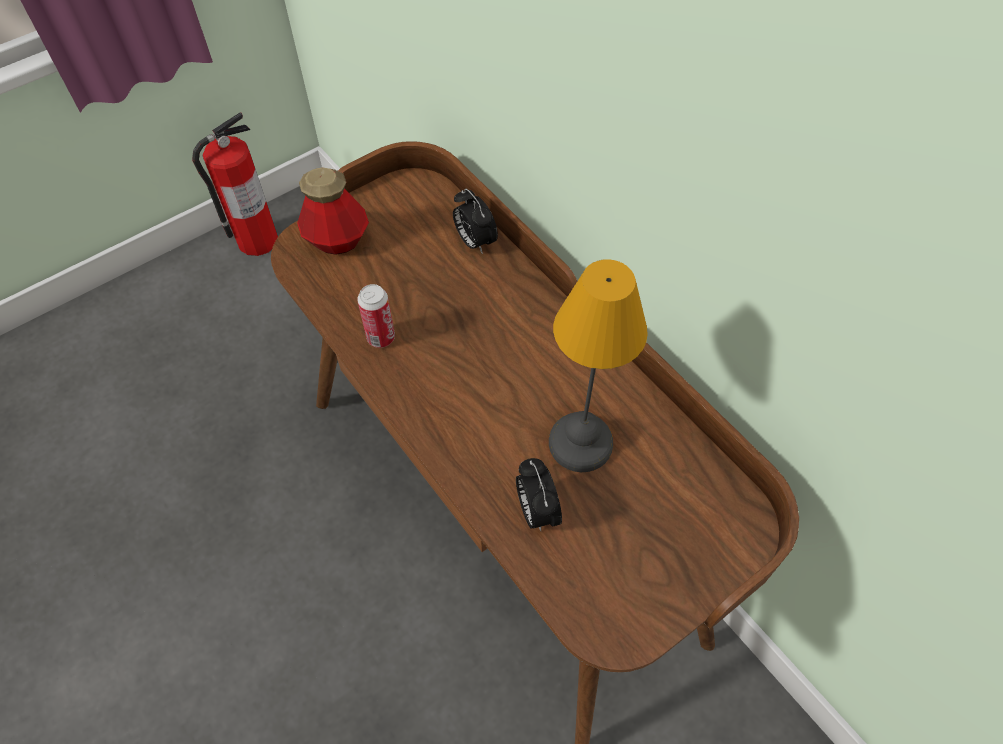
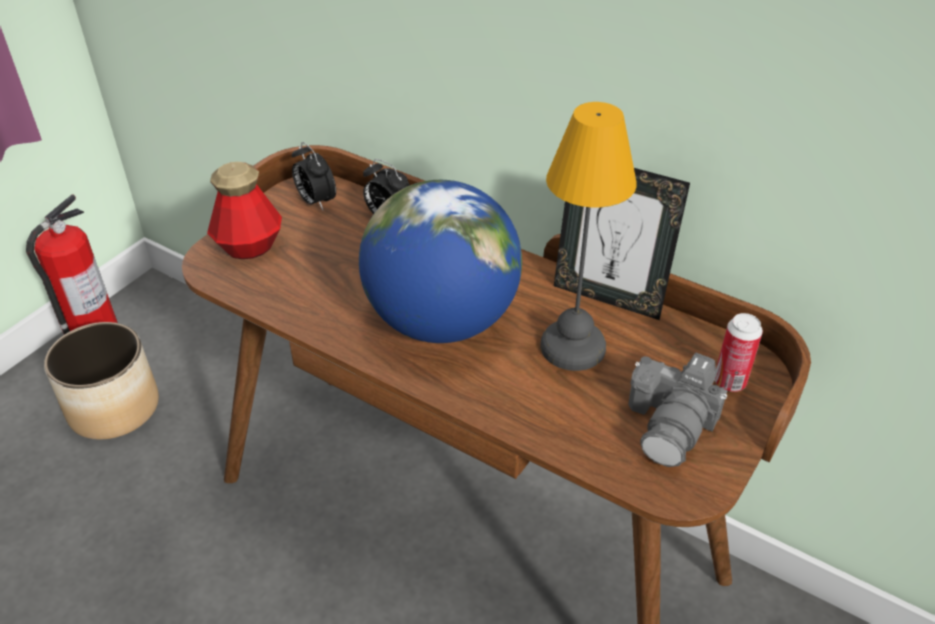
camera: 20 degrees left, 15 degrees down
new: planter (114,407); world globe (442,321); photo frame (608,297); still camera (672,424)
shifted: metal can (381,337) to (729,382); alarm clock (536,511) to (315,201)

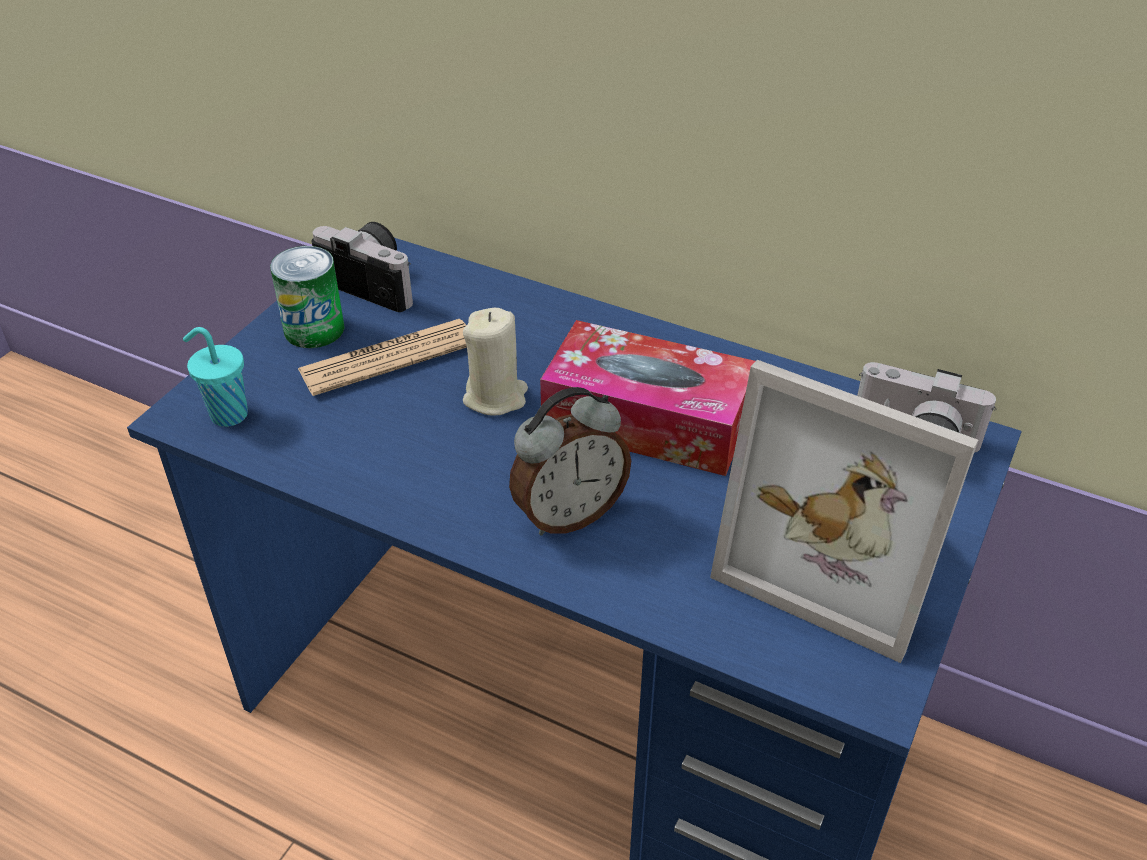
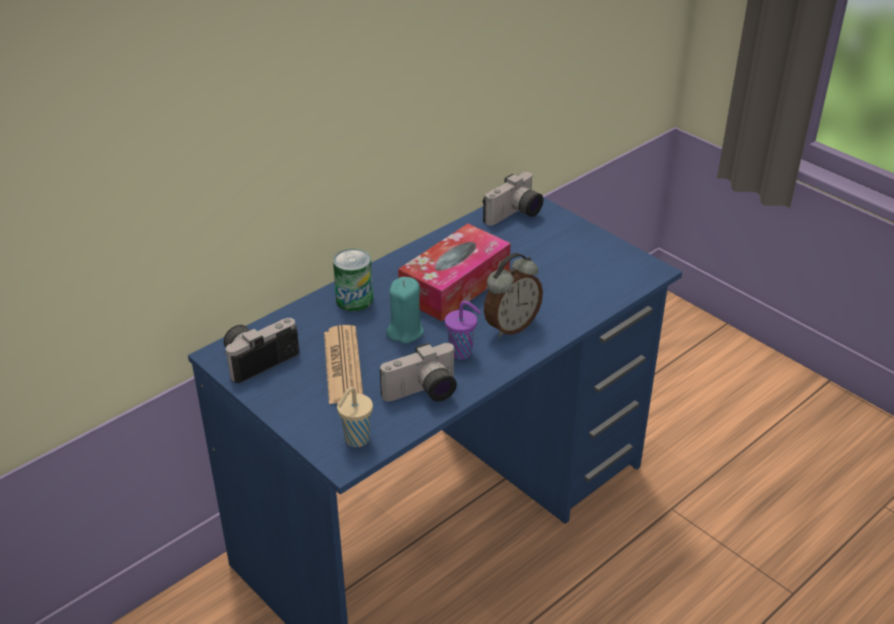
camera: 70 degrees left, 5 degrees down
gone: photo frame (840,555)
new: still camera (423,393); purplish small cup (462,353)
shifted: metal can (314,329) to (354,300)
repainted: turquoise-coloured small cup (227,414) to beige-coloured small cup (355,440); beige-coloured wax candle (495,397) to turquoise-coloured wax candle (405,331)
rotated: alarm clock (568,514) = (510,326) 60 degrees clockwise

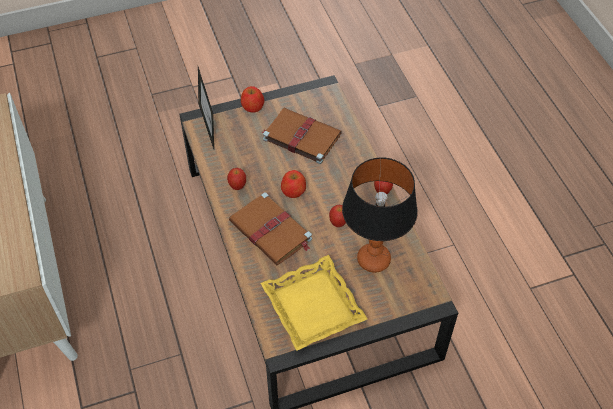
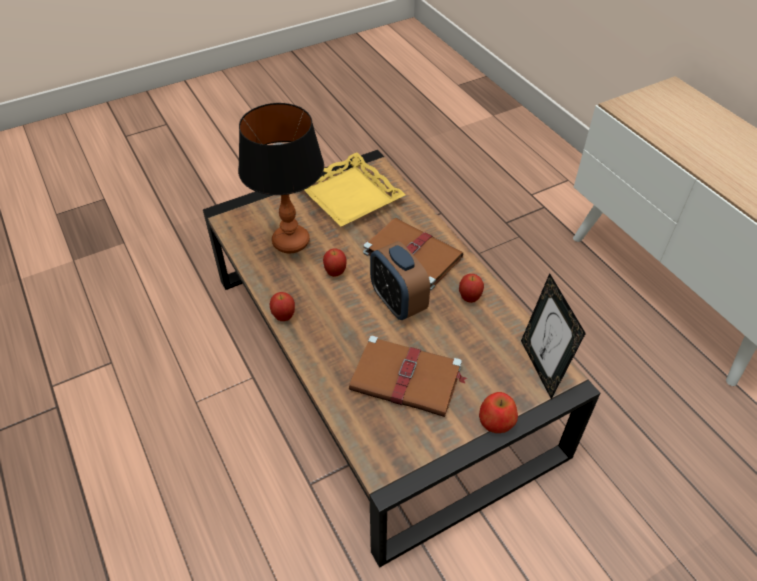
camera: 170 degrees right, 5 degrees down
swapped: apple fruit (293,190) to alarm clock (398,302)

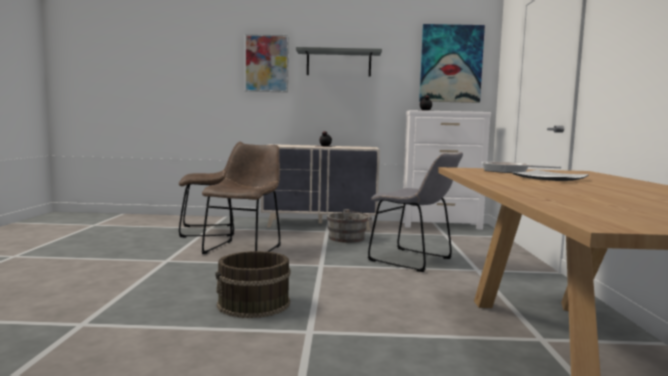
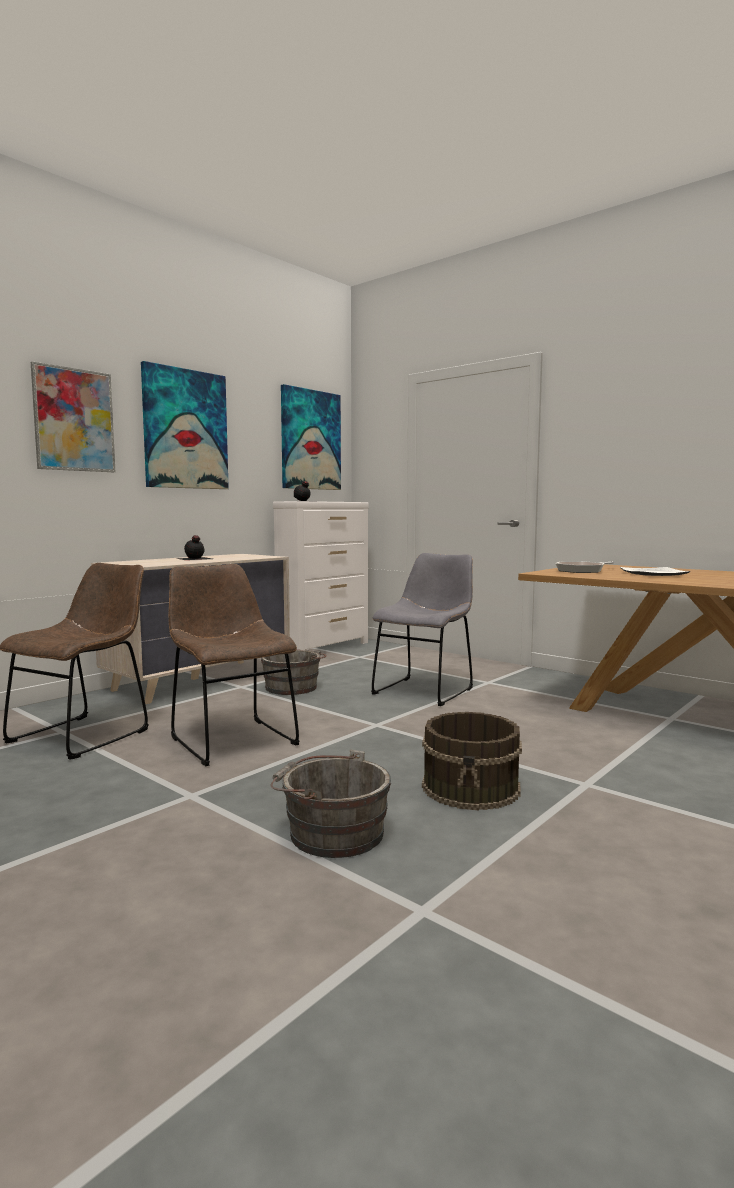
camera: 50 degrees left, 0 degrees up
new: gray pail (331,832)
swapped: gray wall shelf (338,63) to wall art (185,429)
rotated: gray plain chair (414,260) = (425,690) 45 degrees counterclockwise

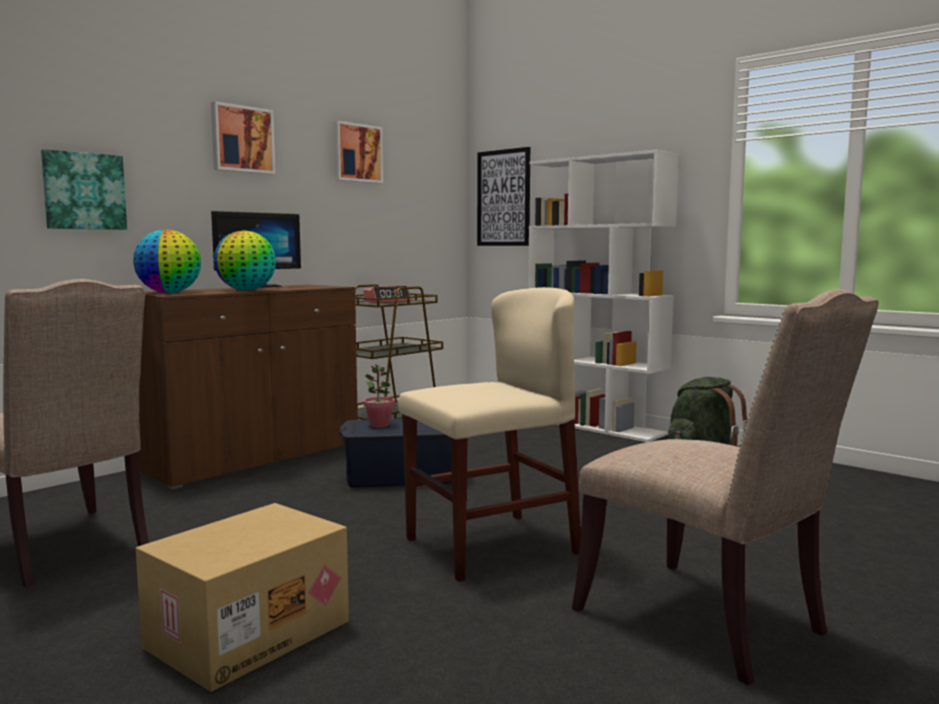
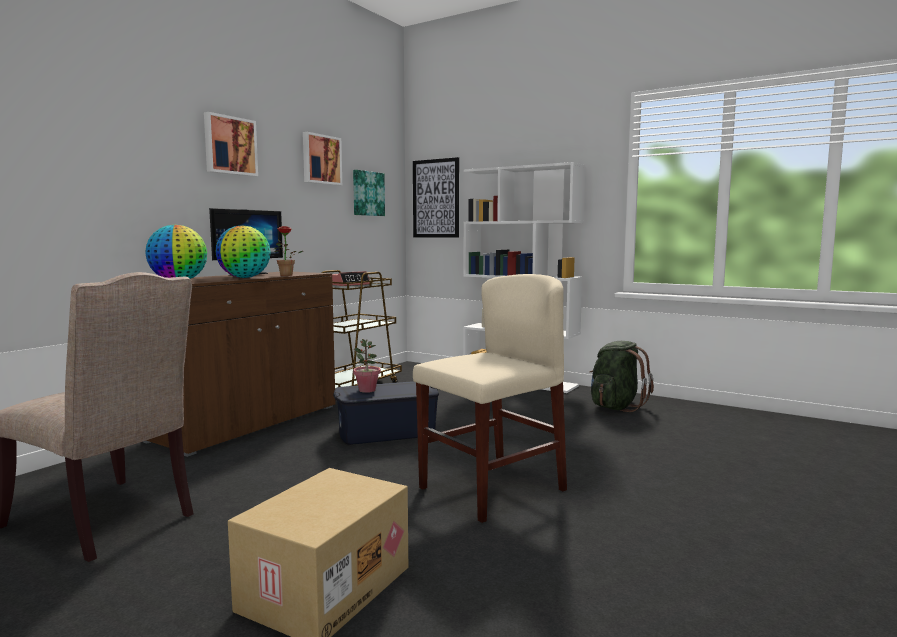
camera: 10 degrees left, 0 degrees up
gone: beige-coloured plain chair (709,623)
new: houseplant (286,275)
shifted: wall art (84,191) to (367,193)

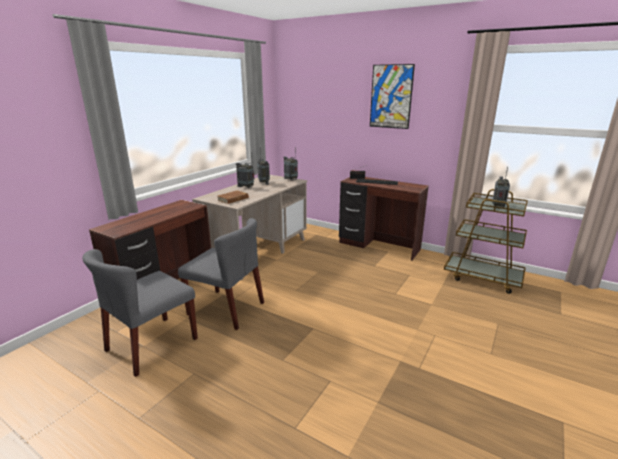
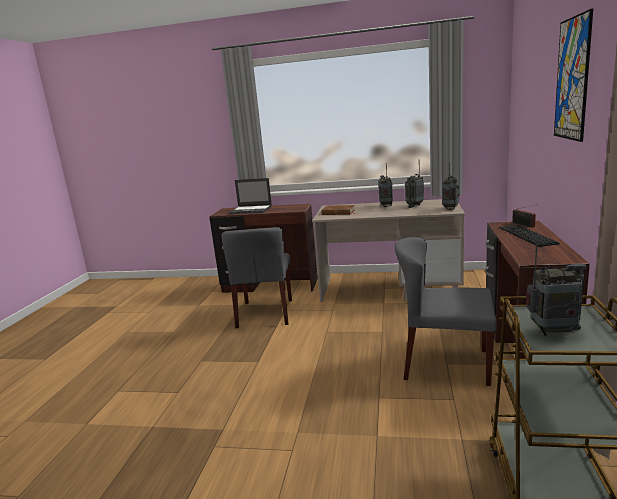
camera: 70 degrees right, 5 degrees down
new: portable computer (251,210)
shifted: gray plain chair (151,345) to (445,364)

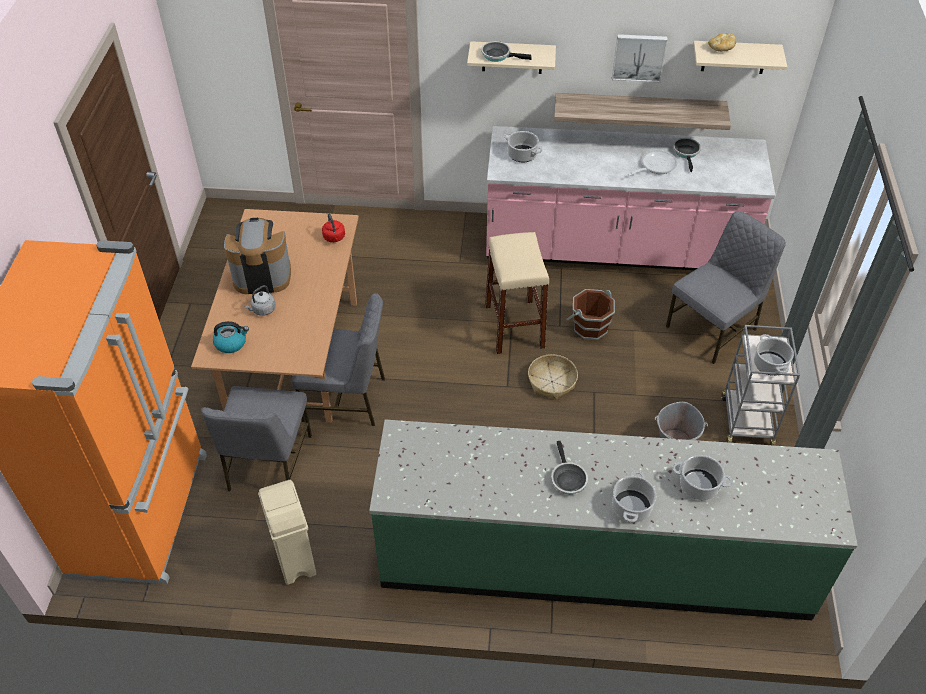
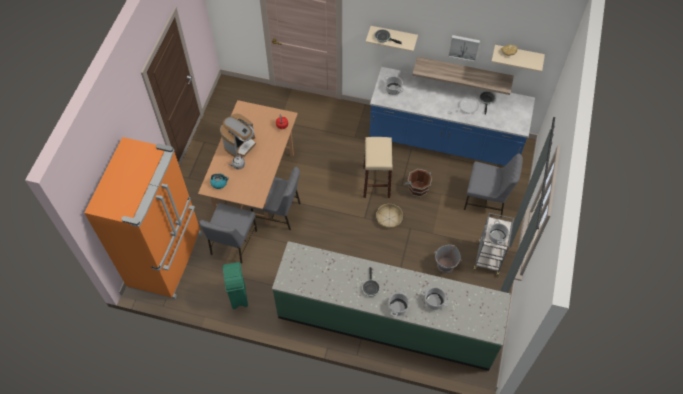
camera: 10 degrees right, 10 degrees up
repainted: beige-coloured rubbish bin (295,560) to green-coloured rubbish bin (238,297); pinkish kitchen counter (615,249) to blue-coloured kitchen counter (444,140)
rotated: coffee maker (262,276) = (240,144) 120 degrees clockwise; gray plain chair (713,328) = (486,199) 45 degrees clockwise

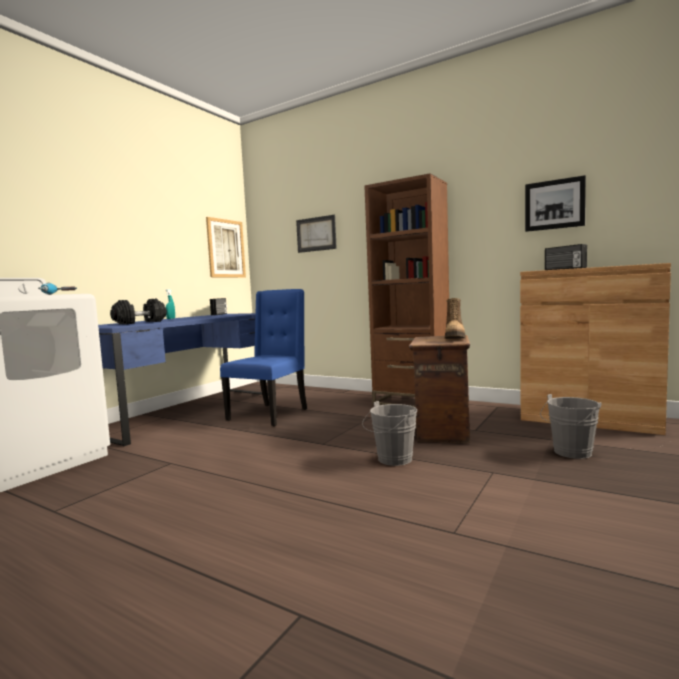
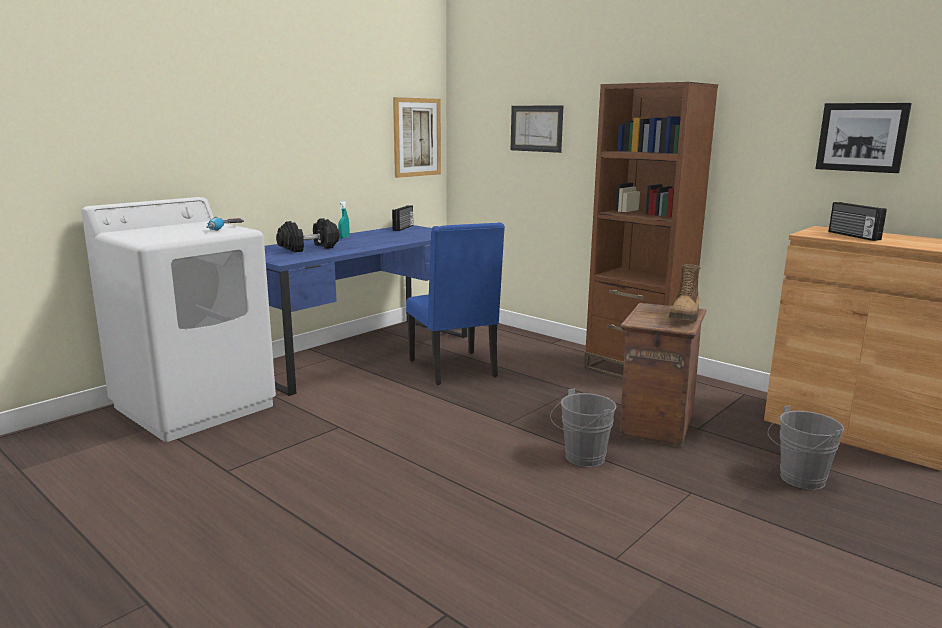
camera: 10 degrees right, 10 degrees up
rotated: blue-coloured plain chair (270,414) = (455,369) 120 degrees clockwise

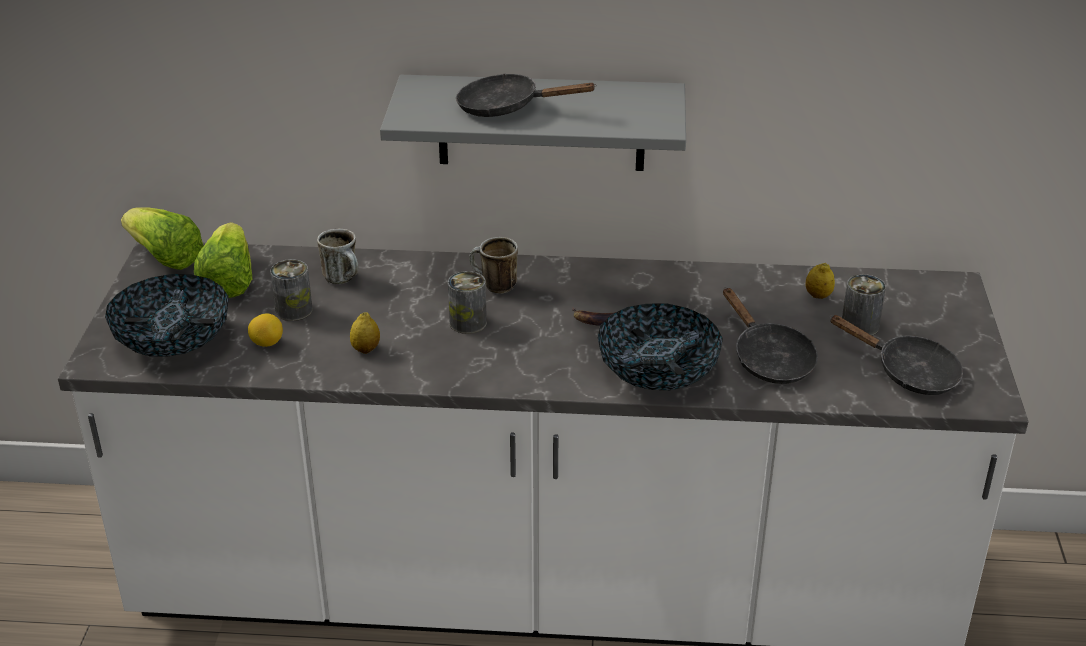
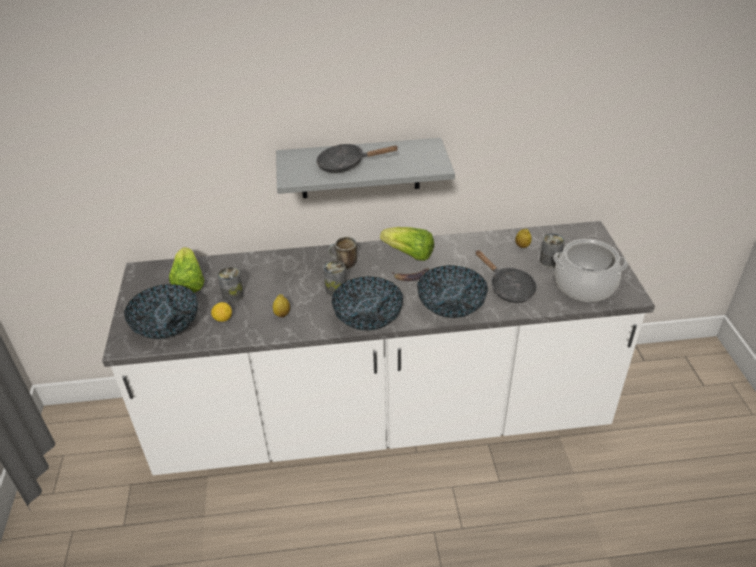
camera: 10 degrees left, 5 degrees up
gone: coffee mug (344,279)
new: serving bowl (368,317)
shifted: head of lettuce (165,258) to (409,254)
swapped: black-coloured pan (908,373) to saucepot (584,286)

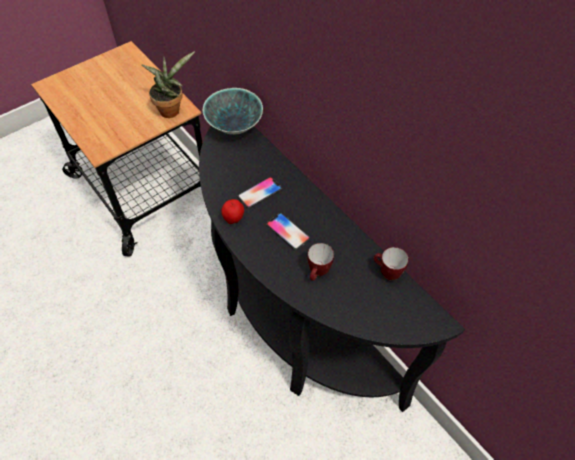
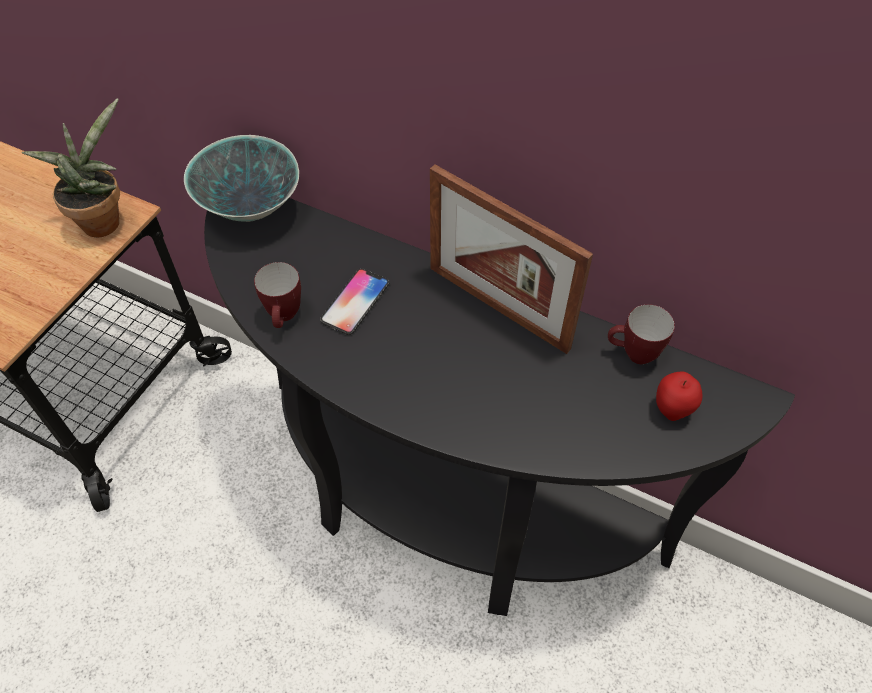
camera: 25 degrees left, 0 degrees up
gone: phone (287,232)
new: photo frame (498,307)
shifted: apple fruit (234,219) to (672,410); coffee mug (318,274) to (285,318)

